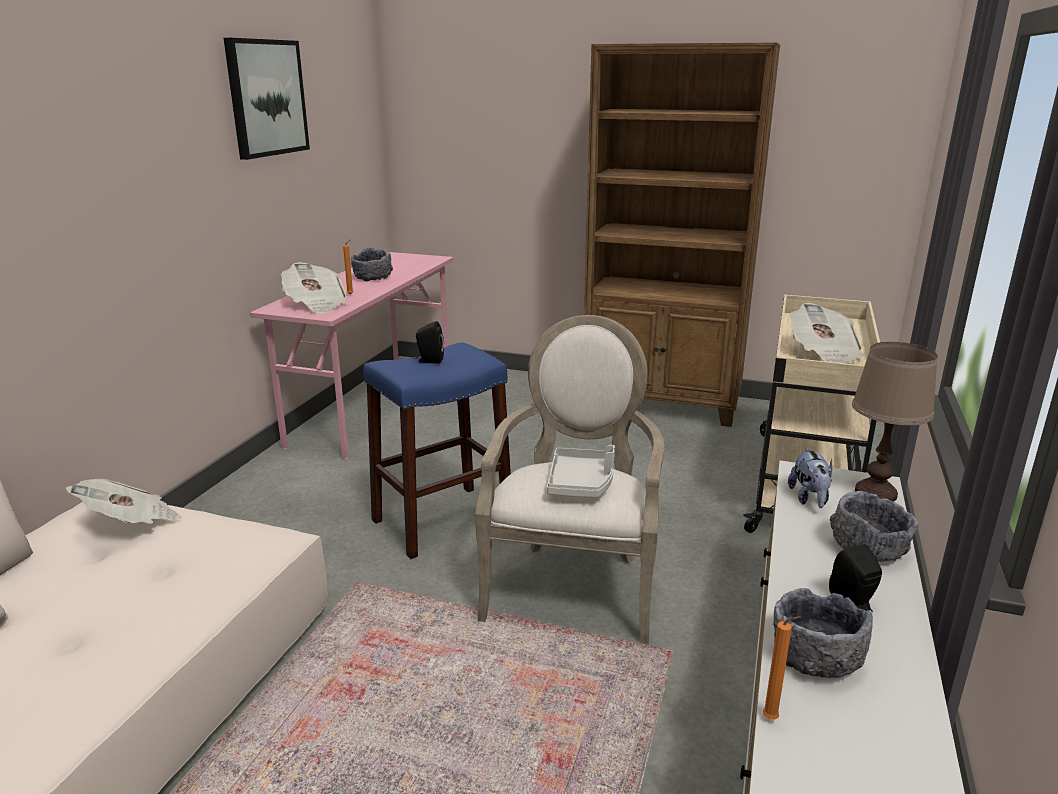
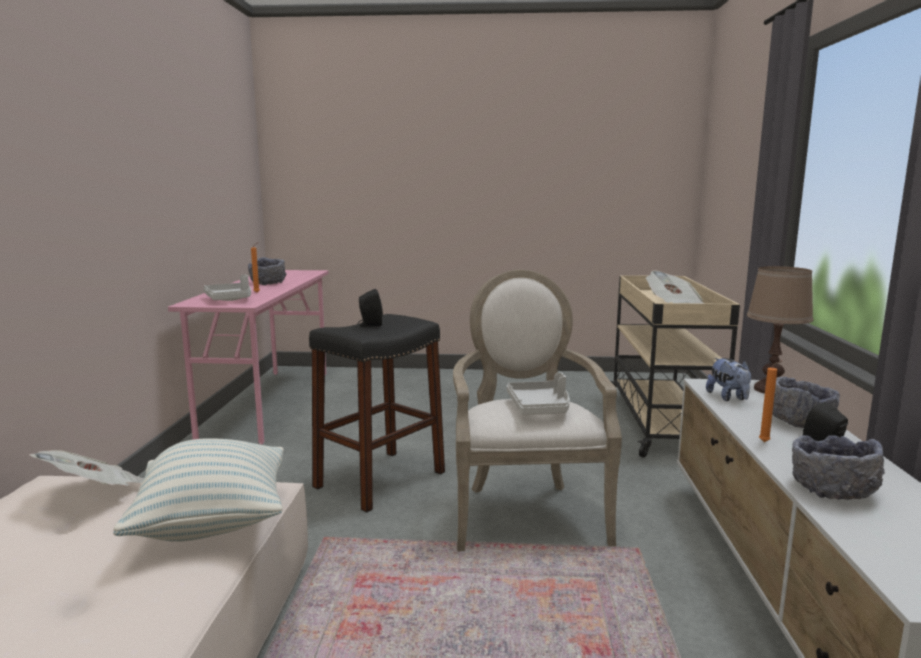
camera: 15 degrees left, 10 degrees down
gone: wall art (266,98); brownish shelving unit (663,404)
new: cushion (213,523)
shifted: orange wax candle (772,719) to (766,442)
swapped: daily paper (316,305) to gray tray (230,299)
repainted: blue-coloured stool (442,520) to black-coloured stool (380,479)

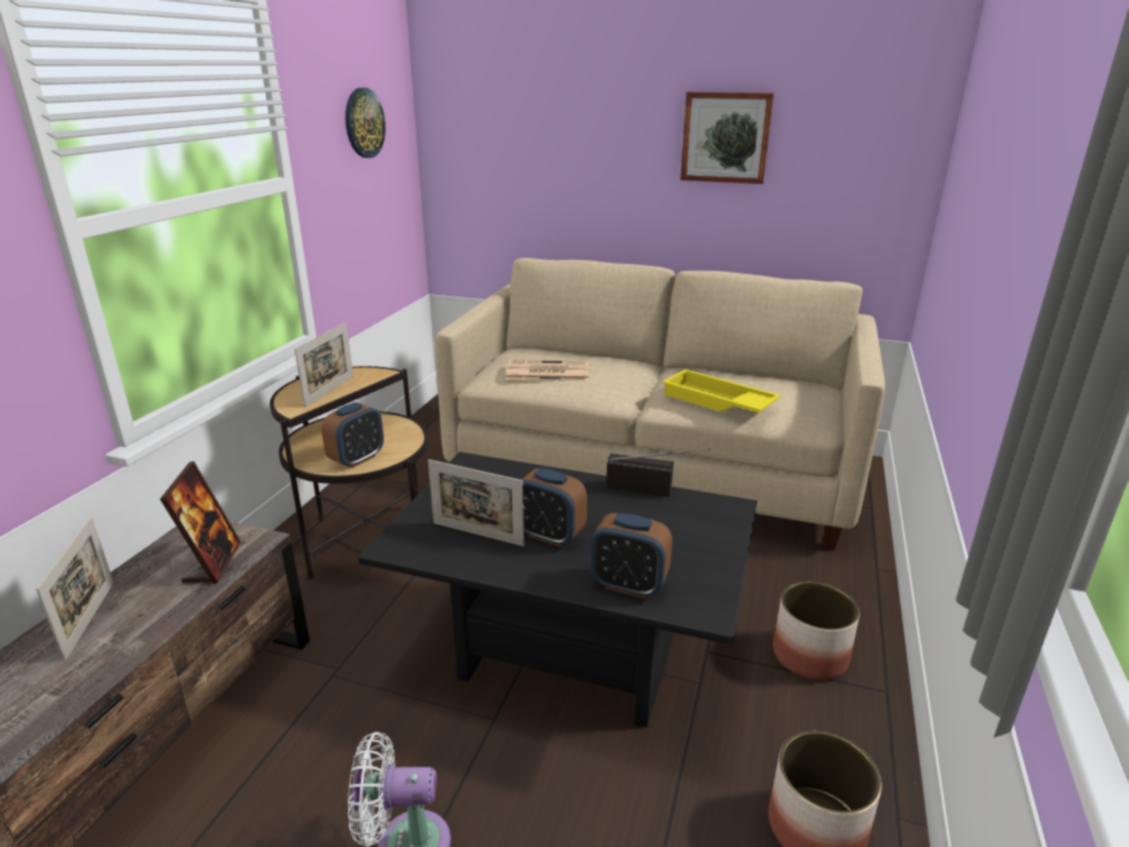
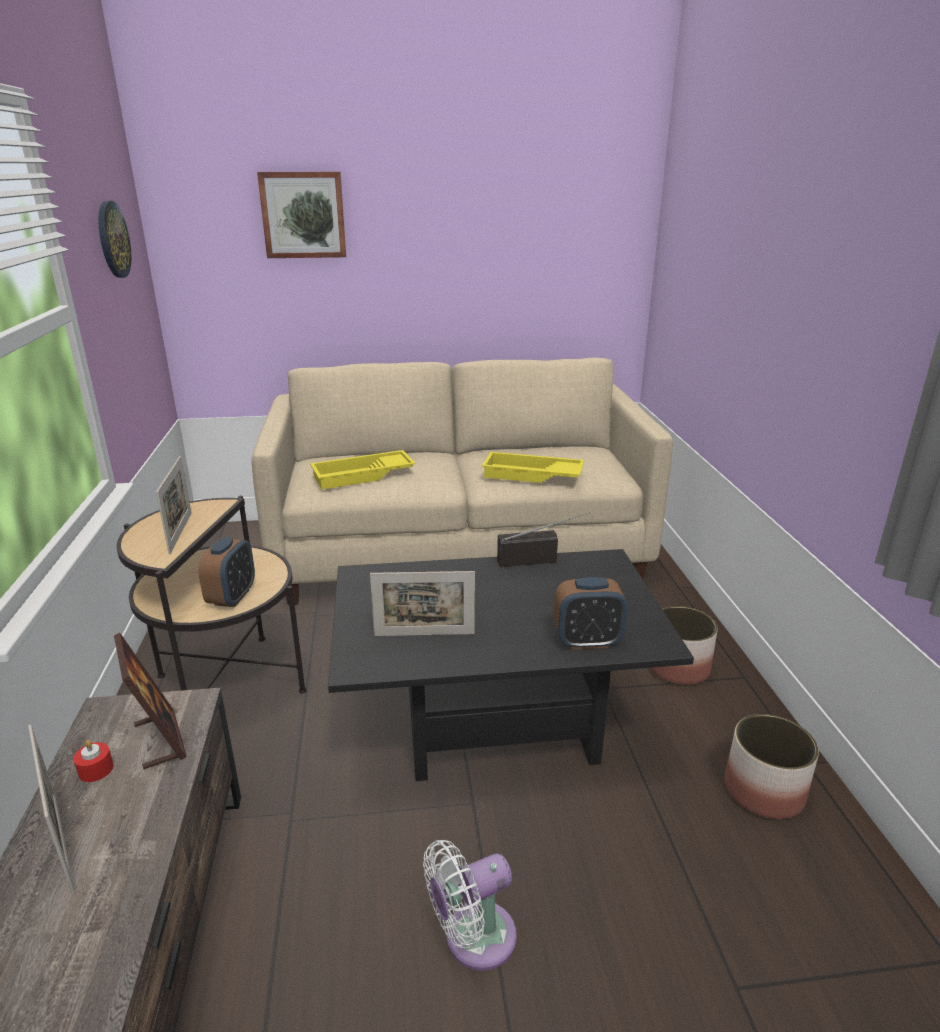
camera: 25 degrees left, 0 degrees up
gone: alarm clock (549,535)
new: red wax candle (96,769)
shifted: wall art (726,137) to (303,215)
swapped: daily paper (546,372) to yellow-coloured tray (363,476)

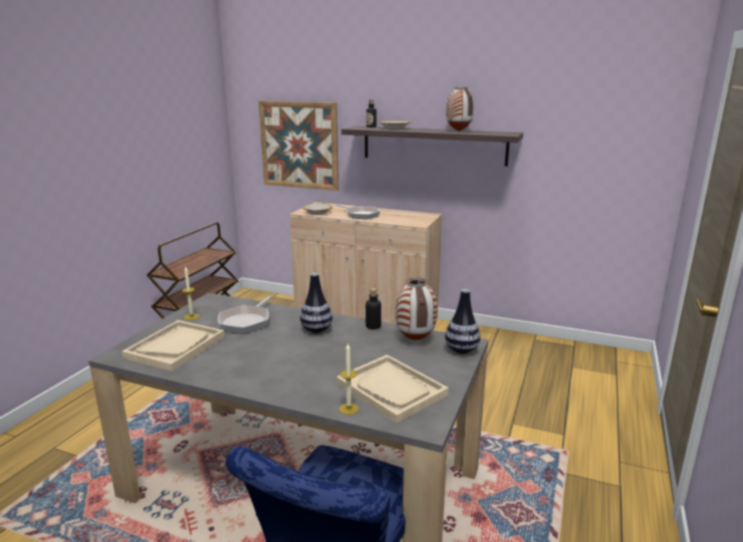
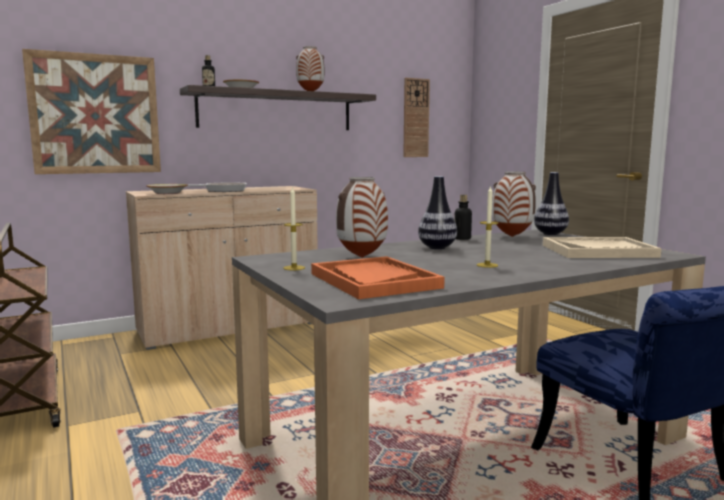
camera: 50 degrees left, 10 degrees down
new: hanging clock (415,118)
shifted: wax candle (349,409) to (487,265)
swapped: pan (246,321) to vase (362,257)
repainted: beige-coloured tray (175,347) to orange tray (373,280)

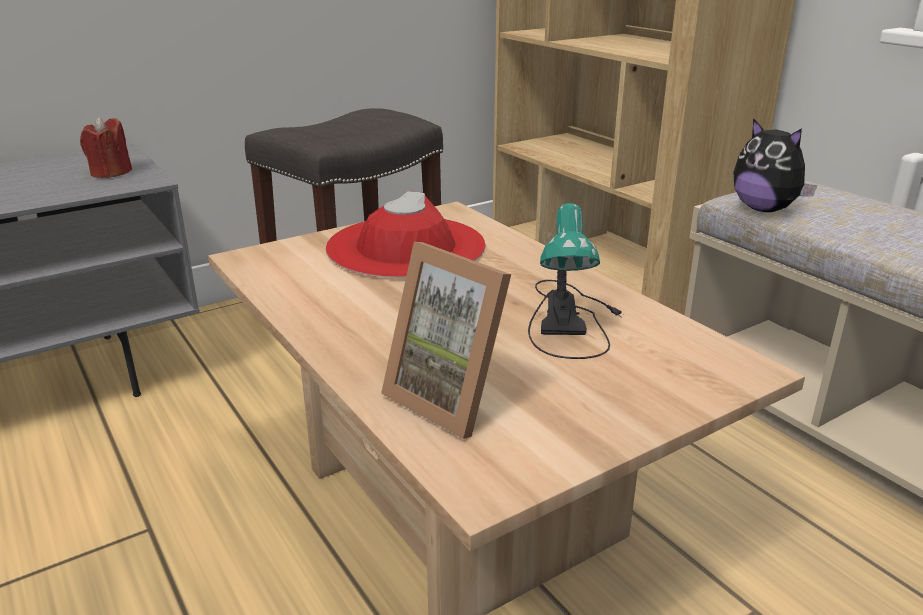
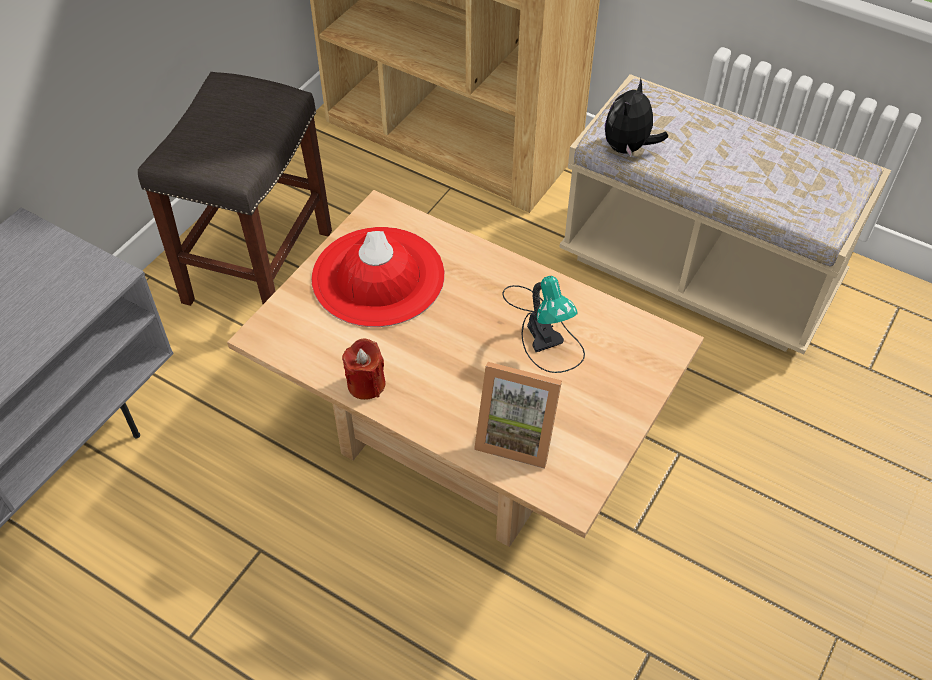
camera: 25 degrees left, 25 degrees up
shifted: red wax candle (111,173) to (366,384)
rotated: soft toy (765,209) = (628,148) 90 degrees clockwise

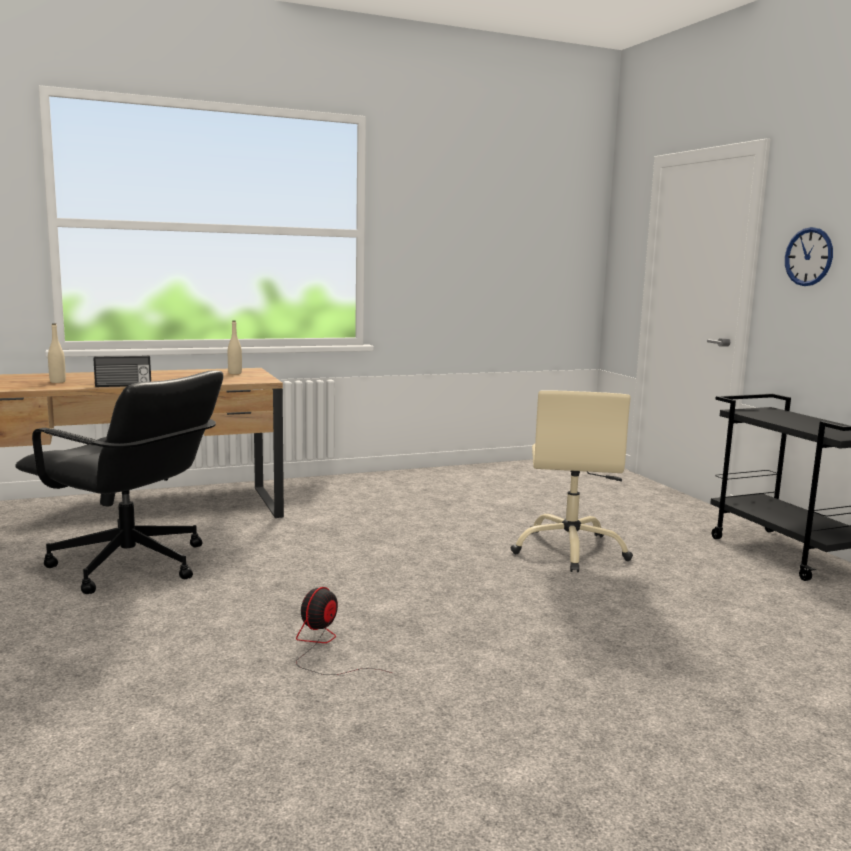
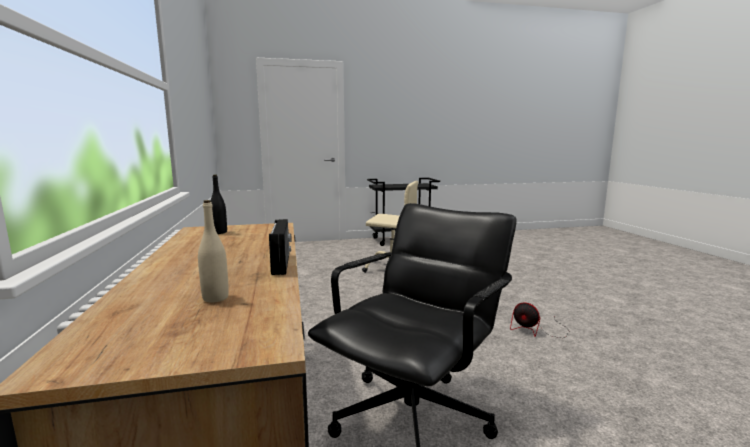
camera: 80 degrees left, 0 degrees up
gone: hanging clock (808,256)
repainted: beige-coloured beverage bottle (235,373) to black-coloured beverage bottle (219,232)

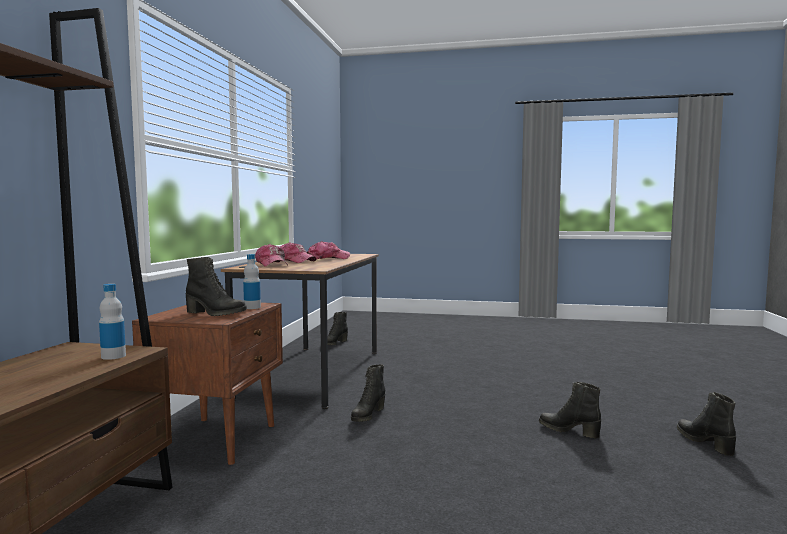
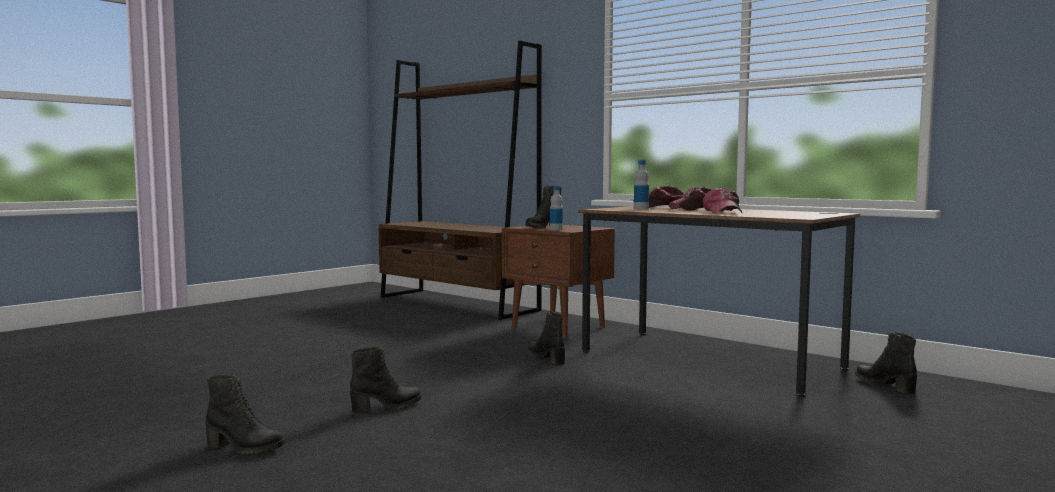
camera: 120 degrees right, 0 degrees up
shifted: beverage bottle (113,356) to (641,209)

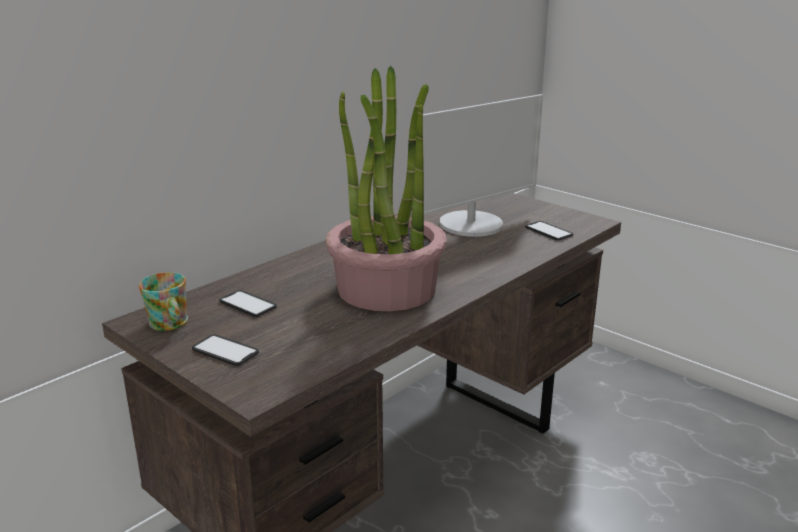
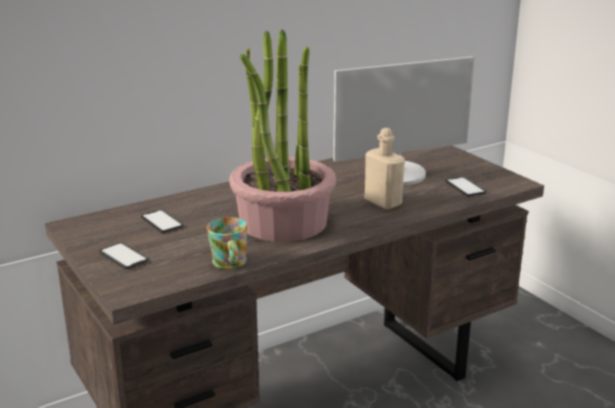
camera: 15 degrees right, 0 degrees up
new: beige-coloured beverage bottle (383,202)
shifted: coffee mug (169,324) to (229,264)

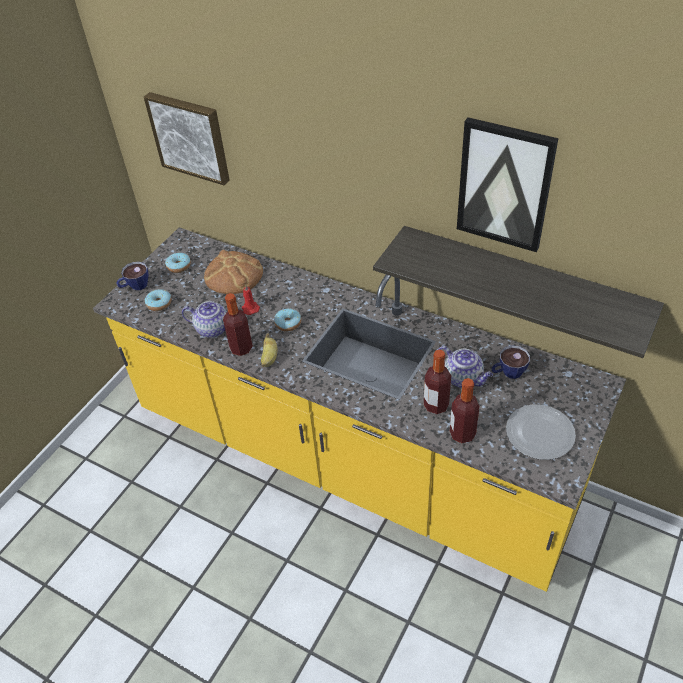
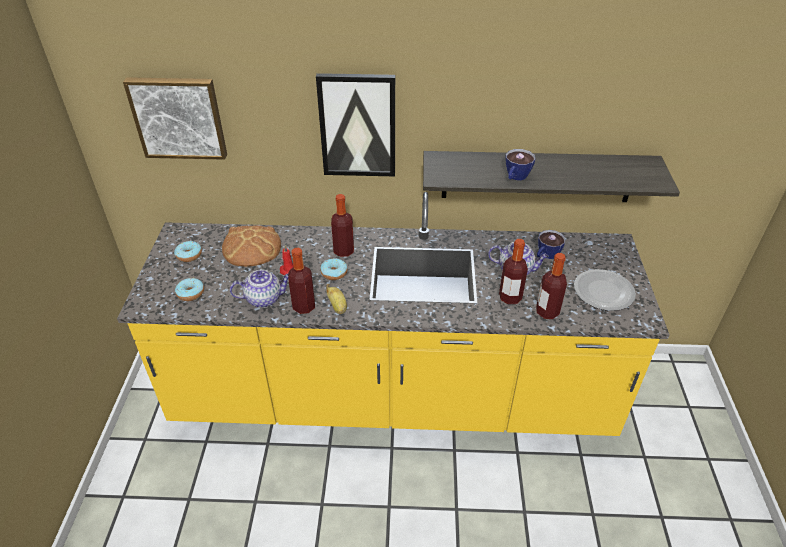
camera: 30 degrees left, 5 degrees down
new: beverage bottle (343,251)
shifted: small cup (135,286) to (515,177); wall art (504,185) to (358,125)

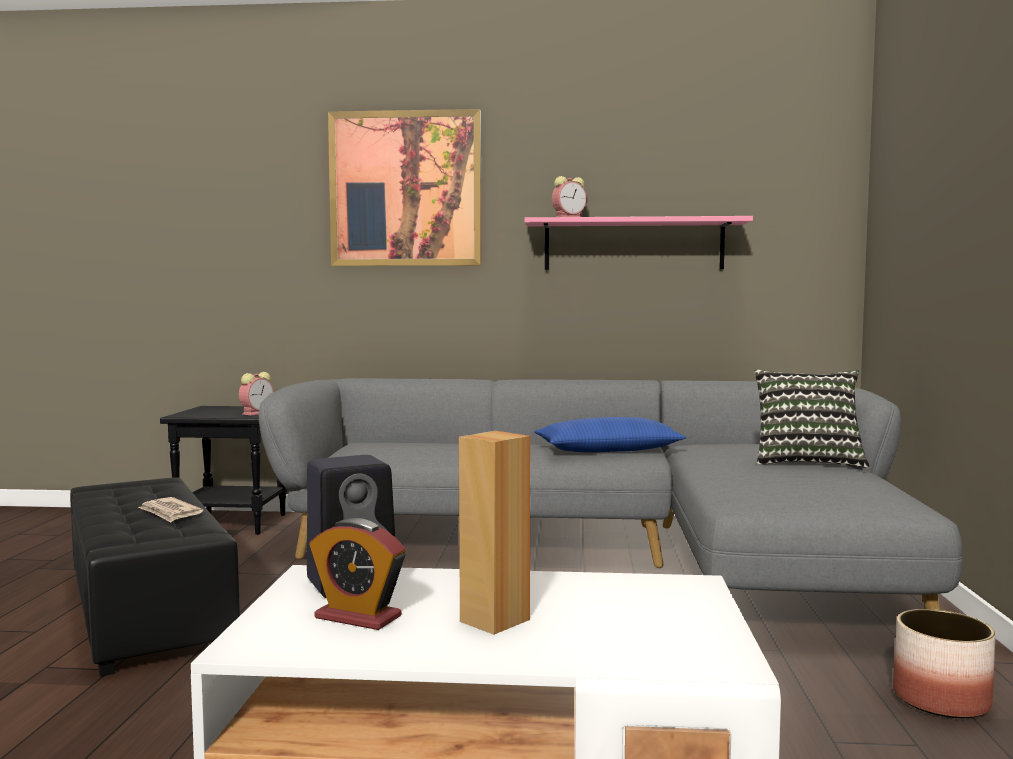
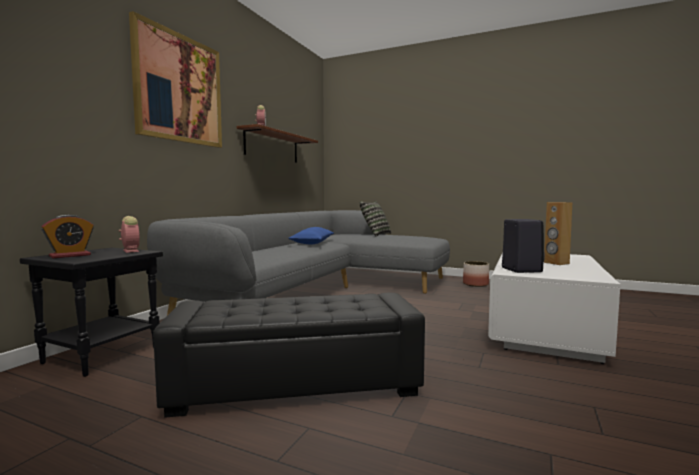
camera: 70 degrees left, 0 degrees up
gone: daily paper (170,513)
shifted: alarm clock (358,617) to (70,256)
repainted: pinkish wall shelf (633,245) to brownish wall shelf (272,147)

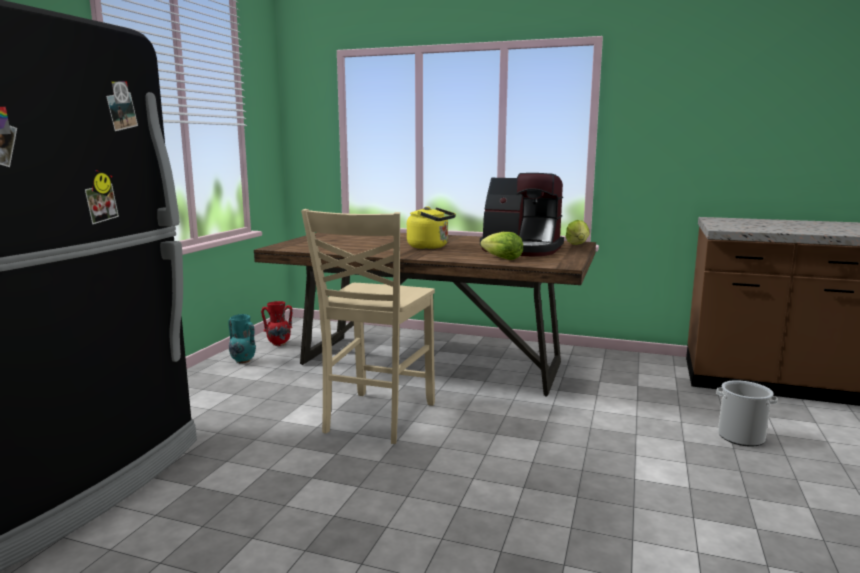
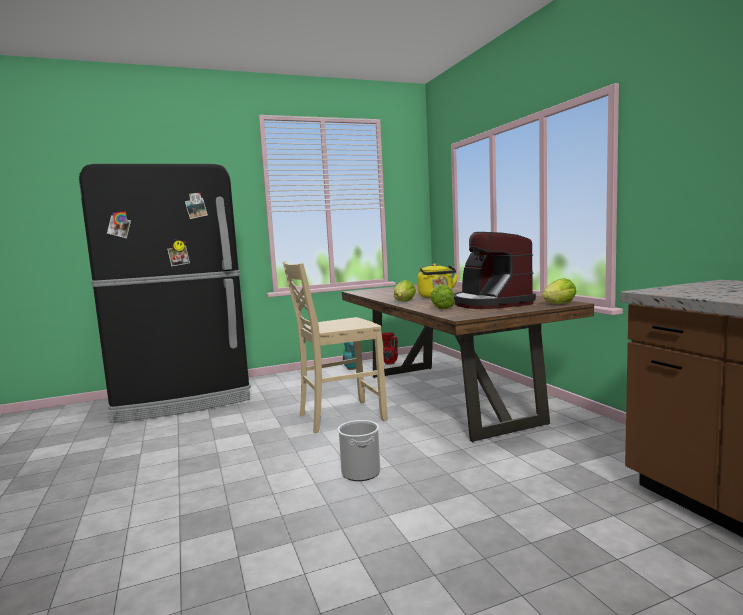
camera: 50 degrees right, 5 degrees down
new: head of lettuce (404,302)
shifted: pail (741,437) to (361,472)

